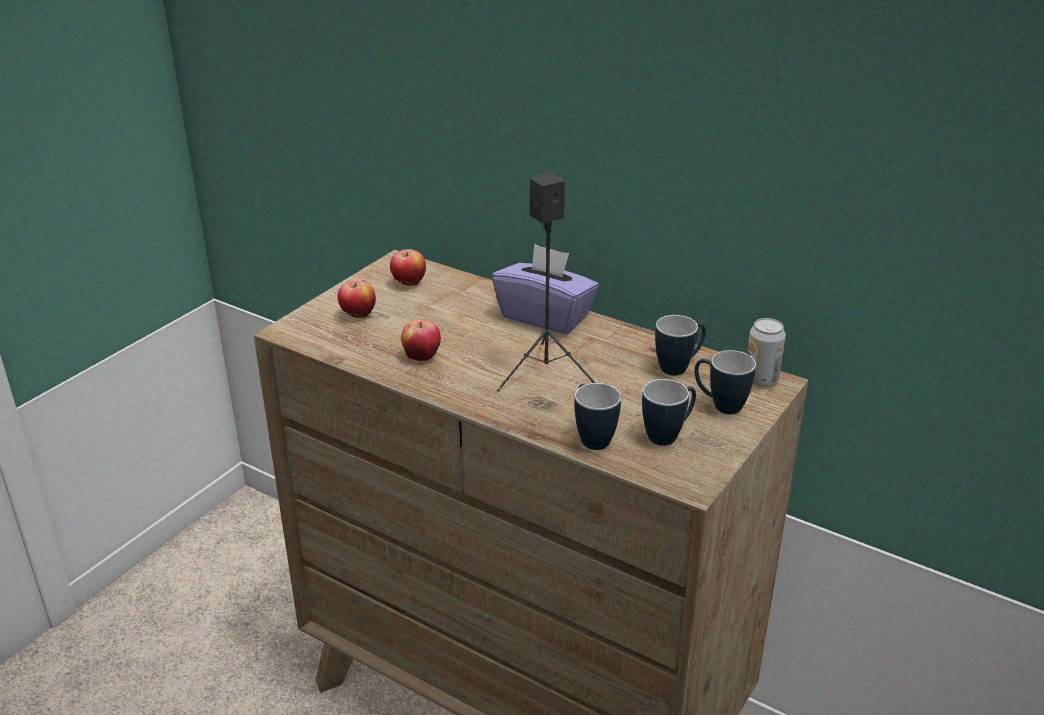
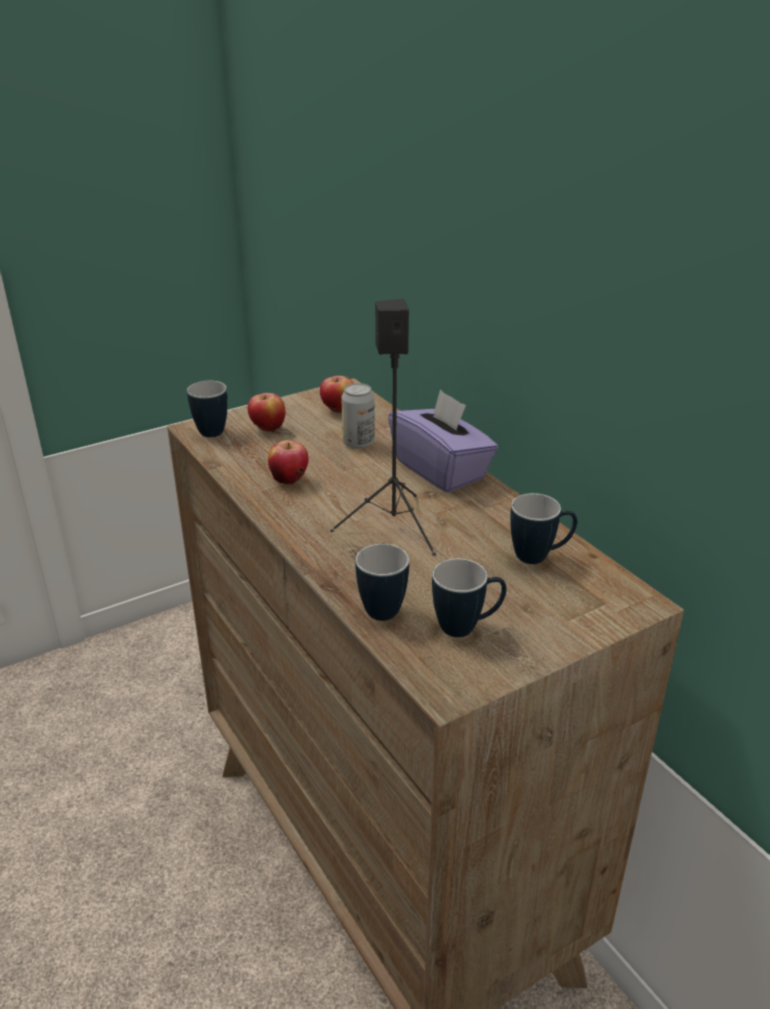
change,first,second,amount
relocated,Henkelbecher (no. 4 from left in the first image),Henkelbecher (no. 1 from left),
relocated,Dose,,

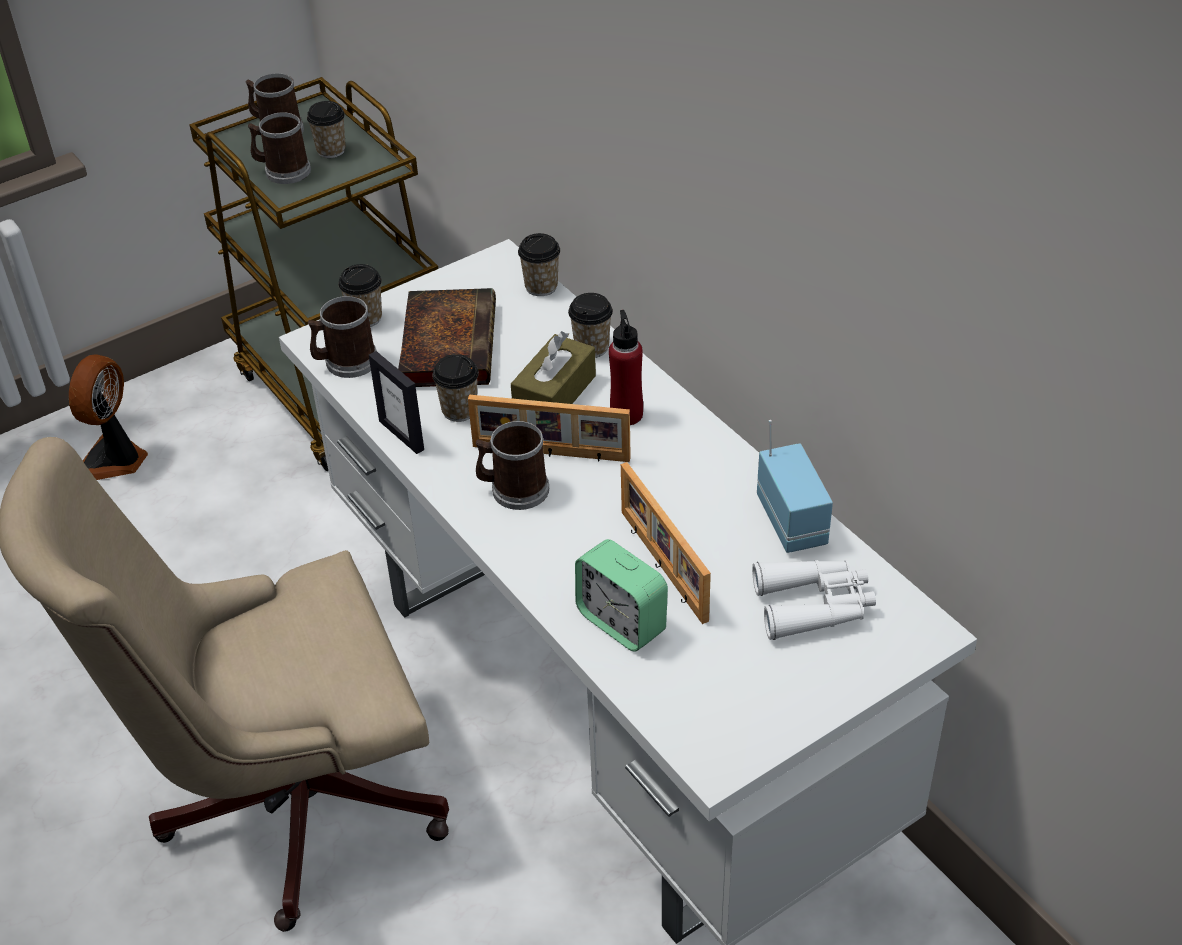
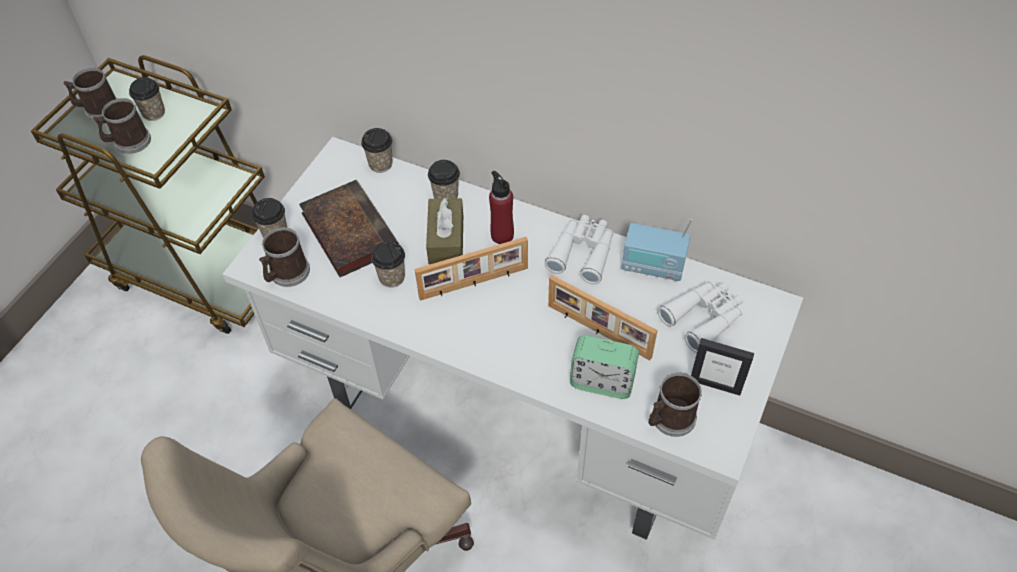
change,first,second,amount
appeared,,Fernglas (weiß) (no. 1 from left),
spun,Radio,,150 degrees clockwise
relocated,Henkelbecher (no. 4 from left),,
relocated,Bilderrahmen (no. 1 from left in the first image),Bilderrahmen (no. 3 from left),
missing,Ventilator,,

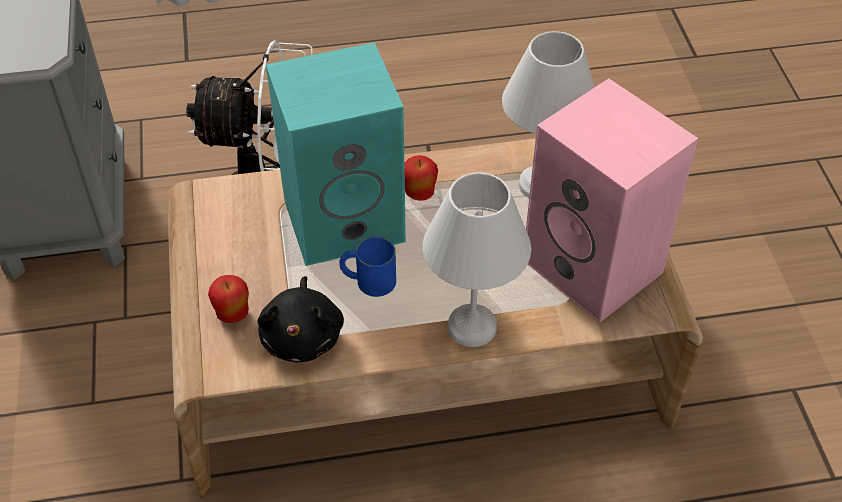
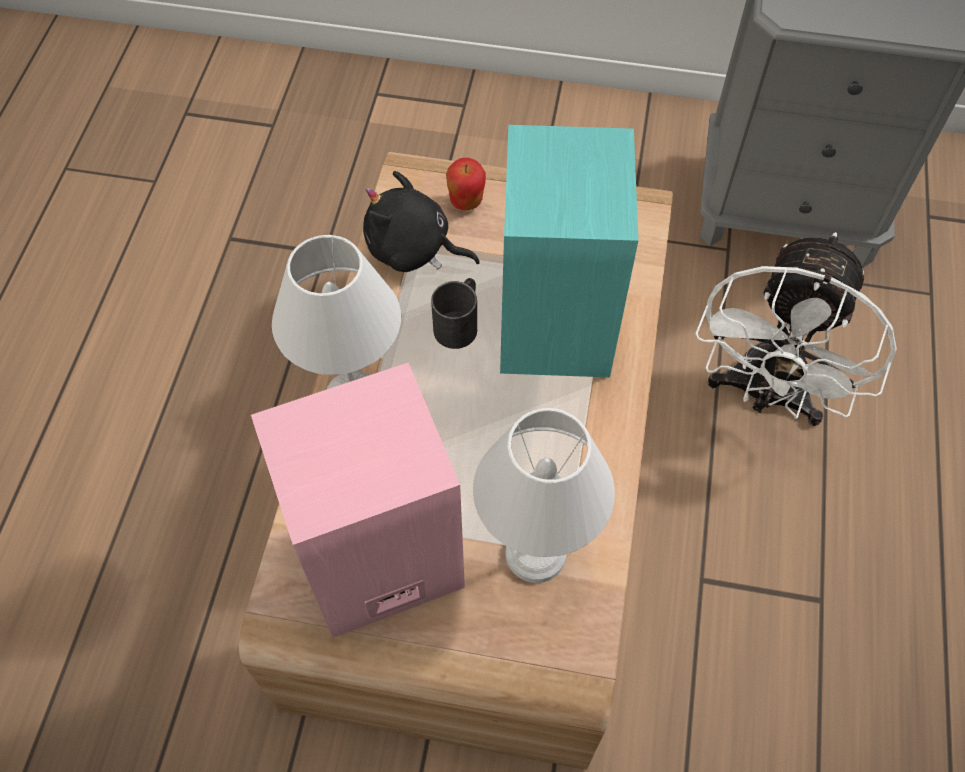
change,first,second,amount
colour,Henkelbecher (blau),Henkelbecher (schwarz),
missing,Apfel (no. 2 from left),,

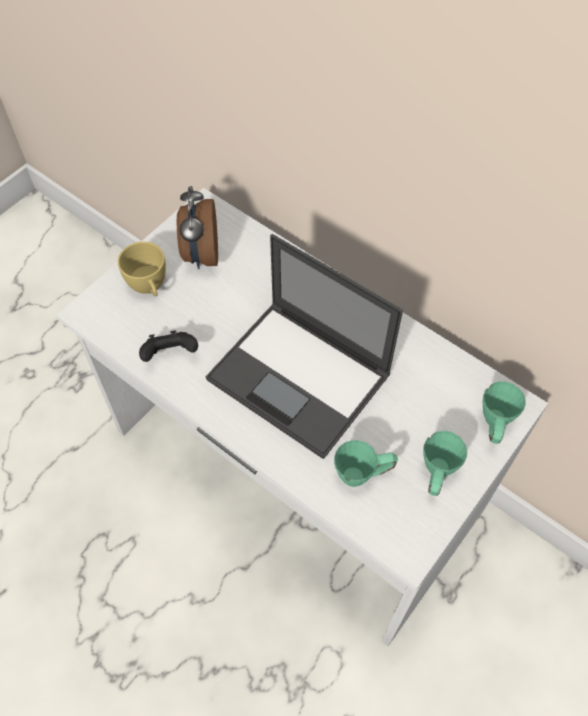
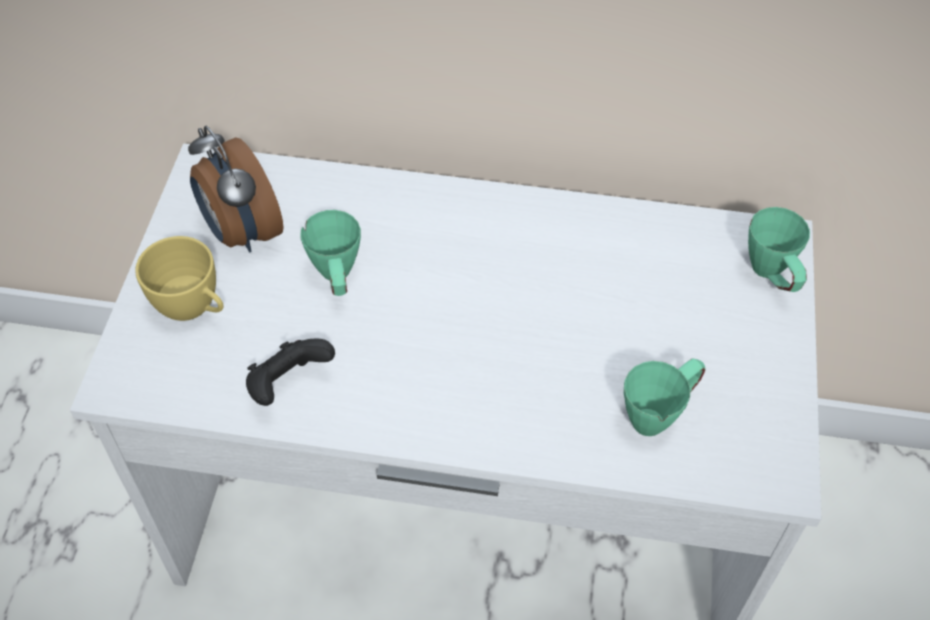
change,first,second,amount
relocated,Henkelbecher (grün) (no. 2 from left in the first image),Henkelbecher (grün) (no. 1 from left),
missing,Laptop,,

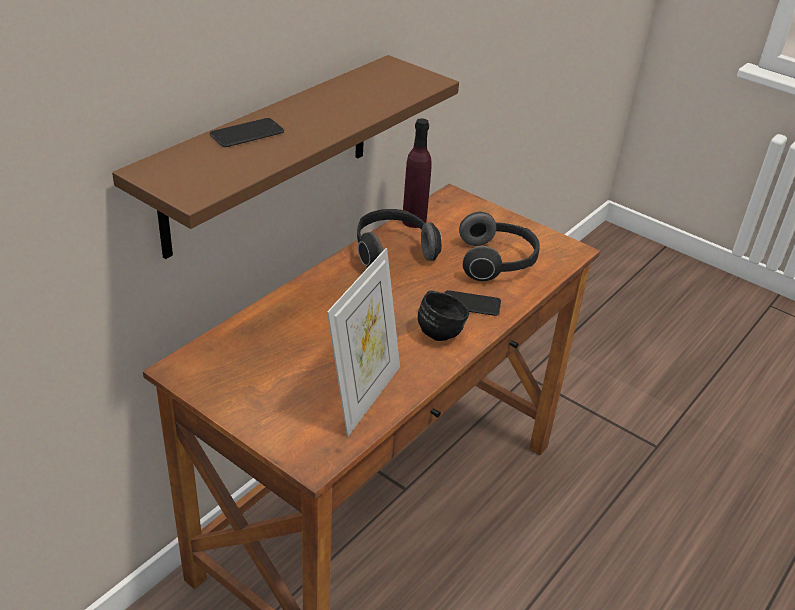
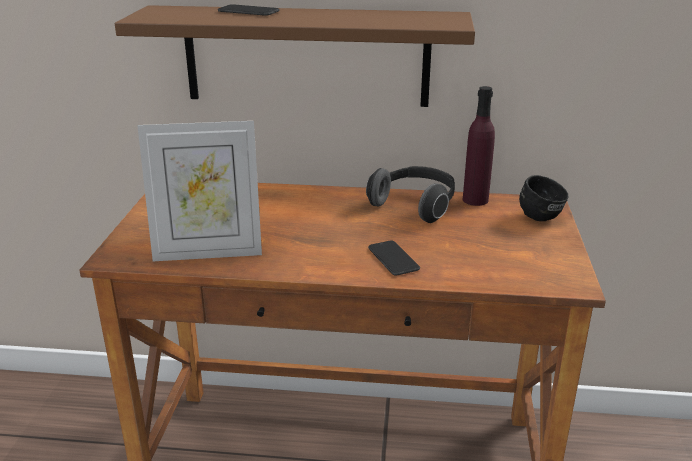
change,first,second,amount
relocated,Henkelbecher (schwarz),,
missing,Kopfhörer (no. 2 from left),,

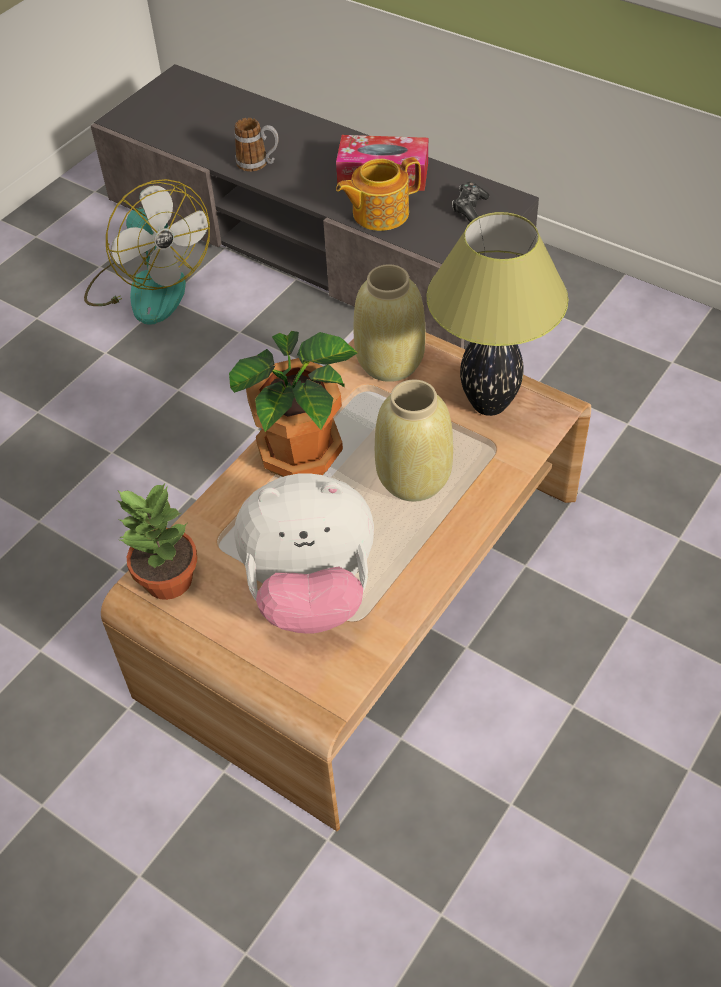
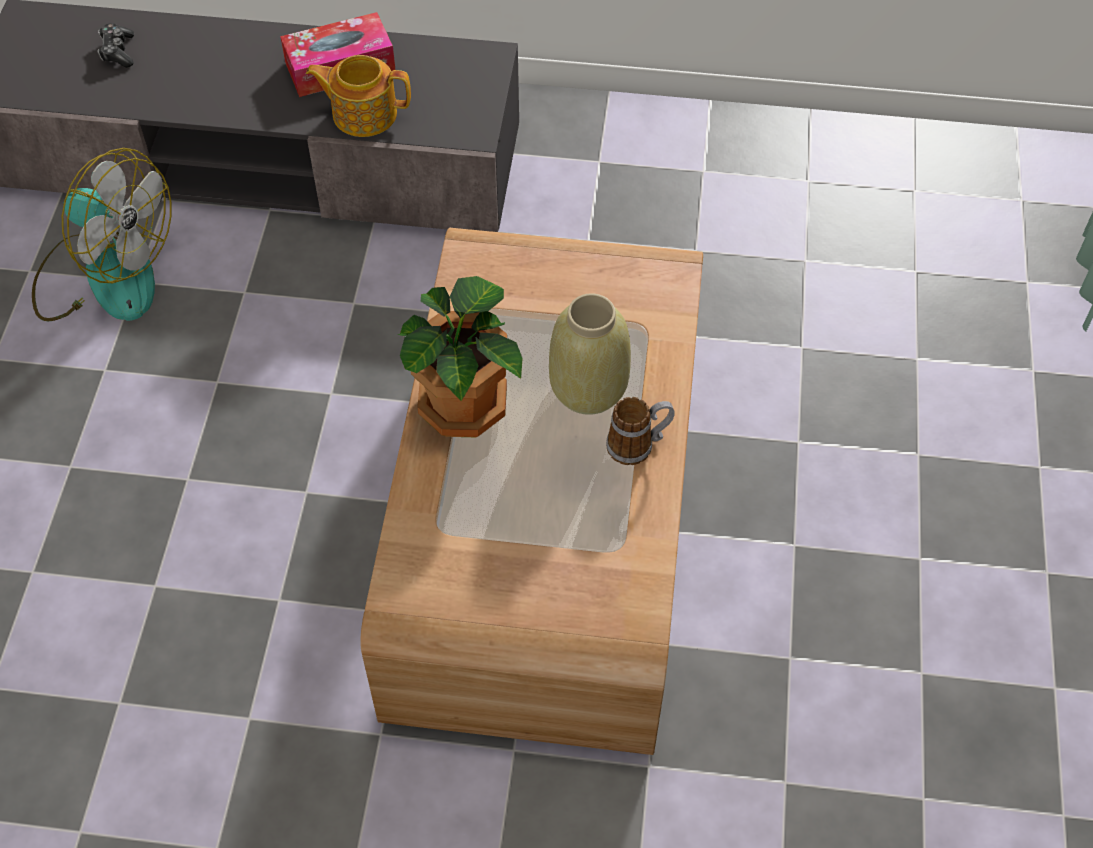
change,first,second,amount
relocated,Gamepad,,
spun,Teekanne,,60 degrees clockwise
relocated,Henkelbecher,,
missing,Topfpflanze (no. 1 from left),,
missing,Plüschtier,,
missing,Vase (beige) (no. 1 from left),,
missing,Tischlampe,,

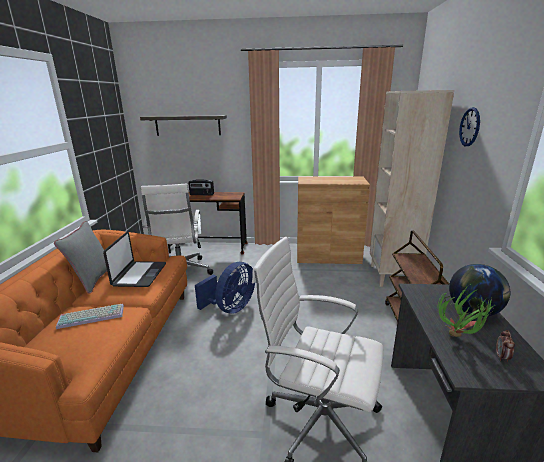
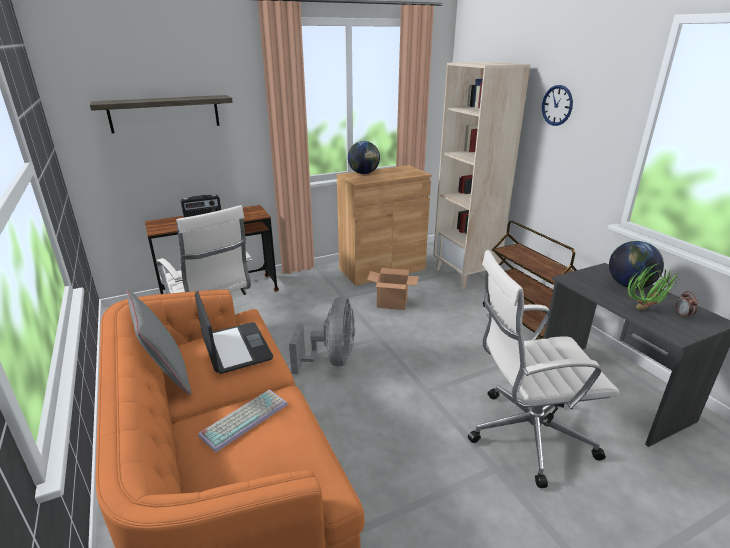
change,first,second,amount
colour,Ventilator (blau),Ventilator (grau),
appeared,,Globus (no. 1 from left),
appeared,,Karton,

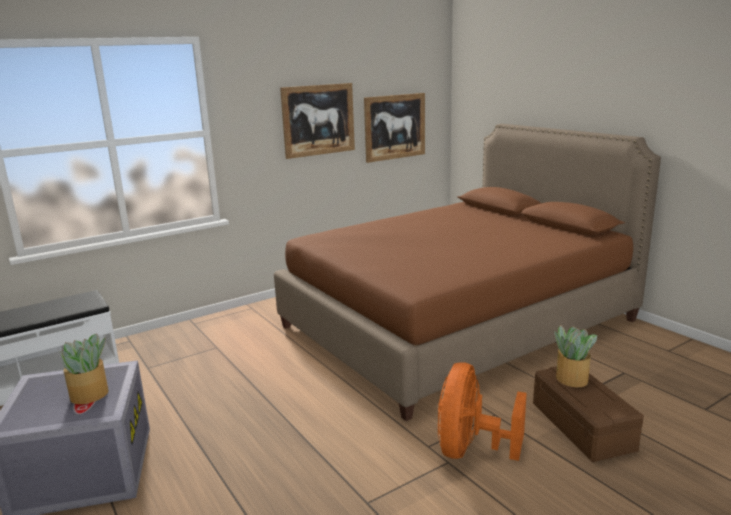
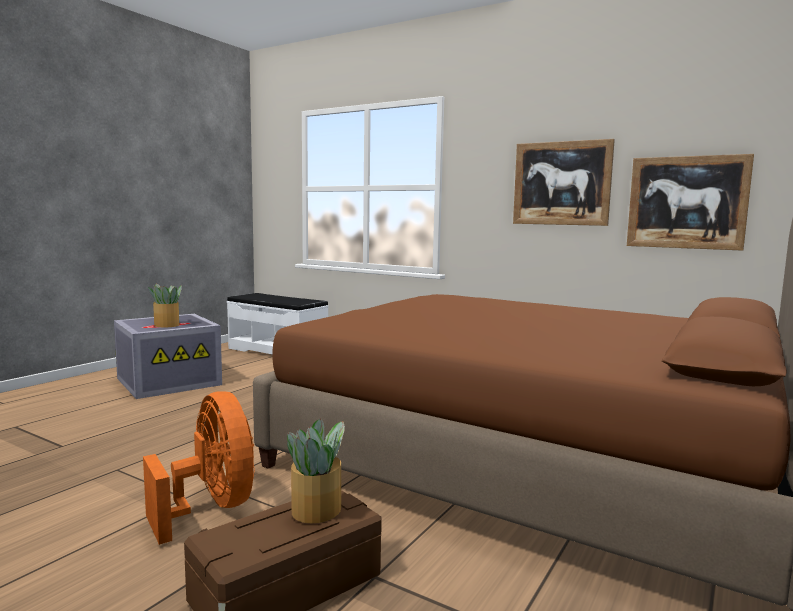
change,first,second,amount
spun,Ventilator (orange),,60 degrees clockwise

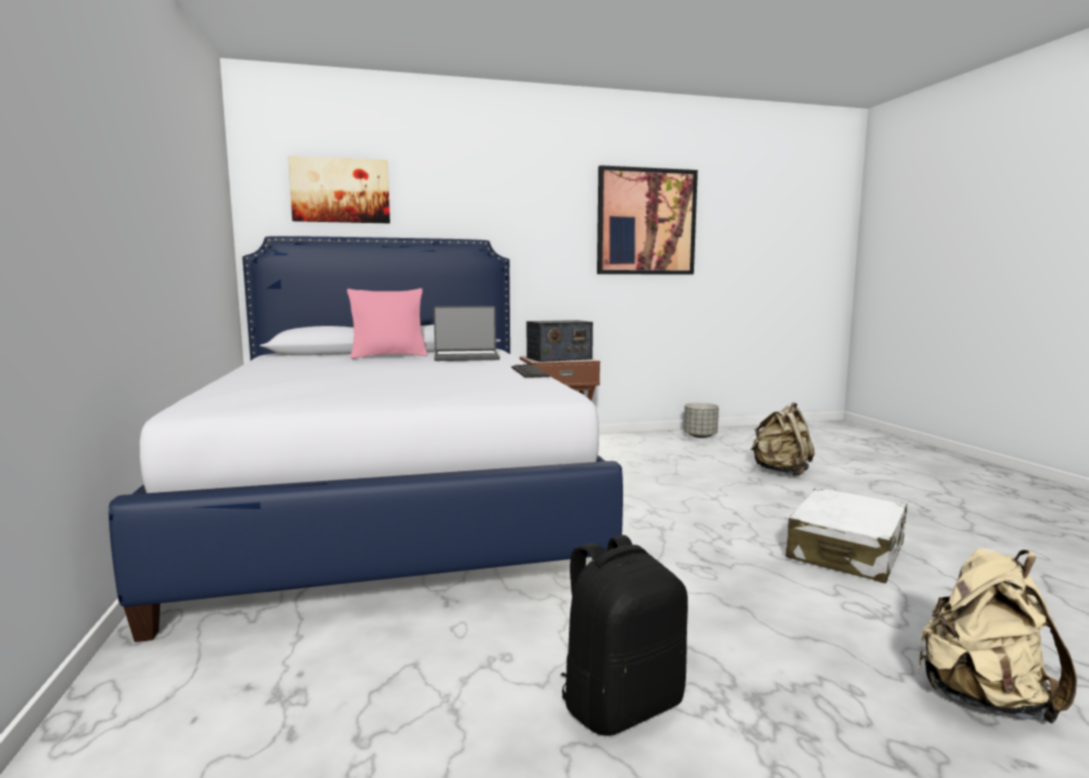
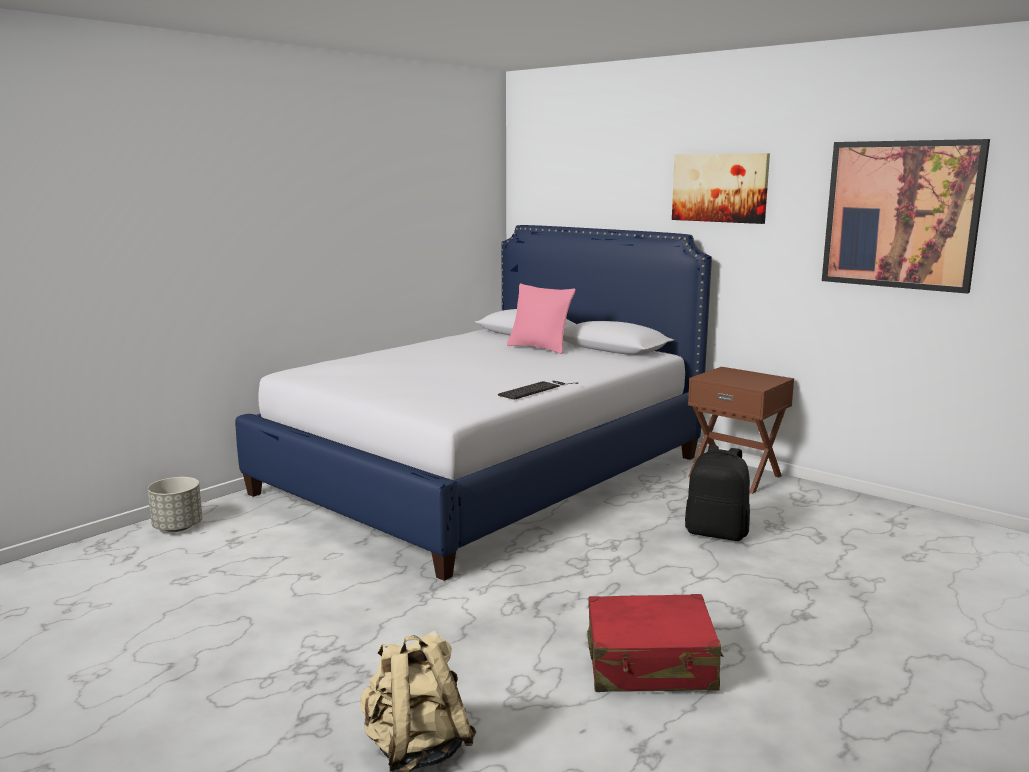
change,first,second,amount
relocated,Pflanzkübel (grau),,
colour,Koffer (weiß),Koffer (rot),
relocated,Bild (no. 1 from left),,
relocated,Rucksack (schwarz),,
missing,Laptop,,
missing,Radio,,
missing,Rucksack (beige) (no. 1 from left),,

